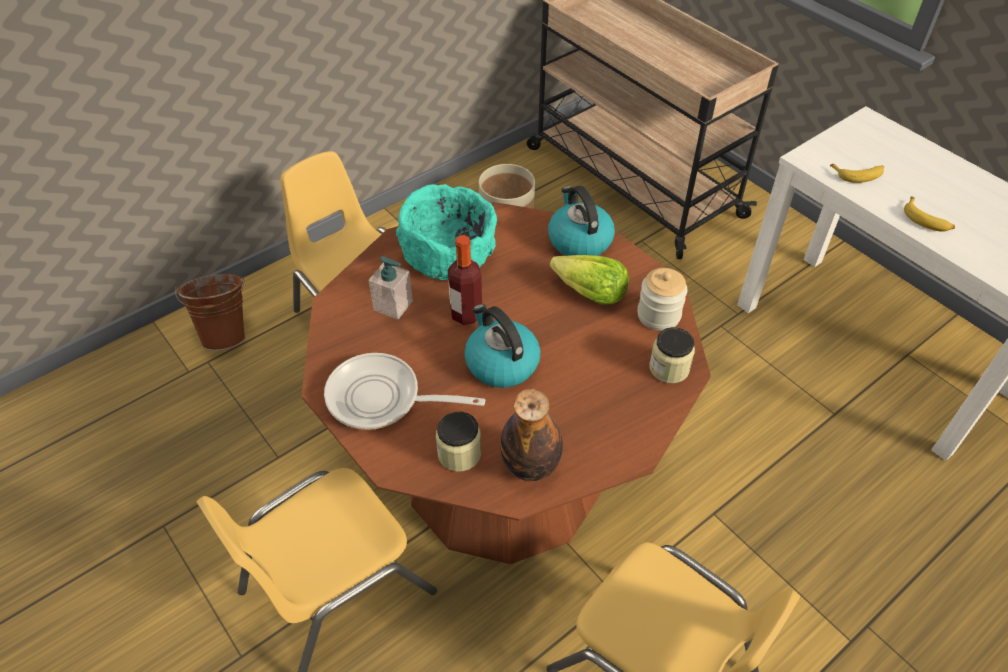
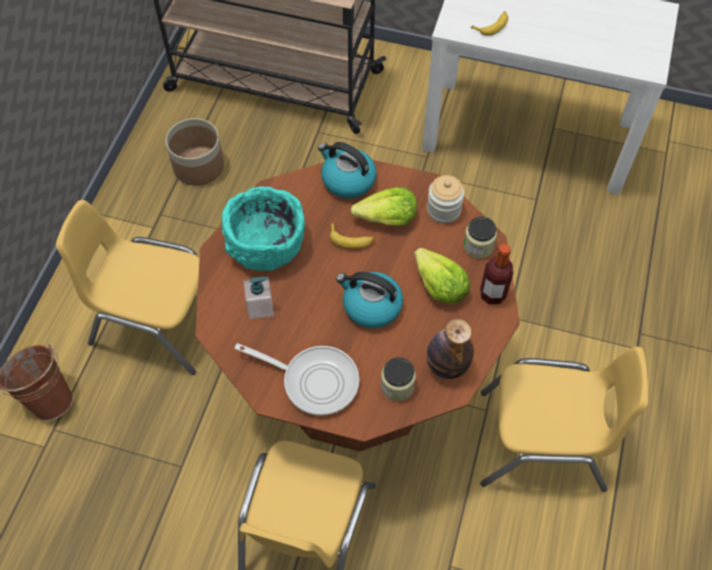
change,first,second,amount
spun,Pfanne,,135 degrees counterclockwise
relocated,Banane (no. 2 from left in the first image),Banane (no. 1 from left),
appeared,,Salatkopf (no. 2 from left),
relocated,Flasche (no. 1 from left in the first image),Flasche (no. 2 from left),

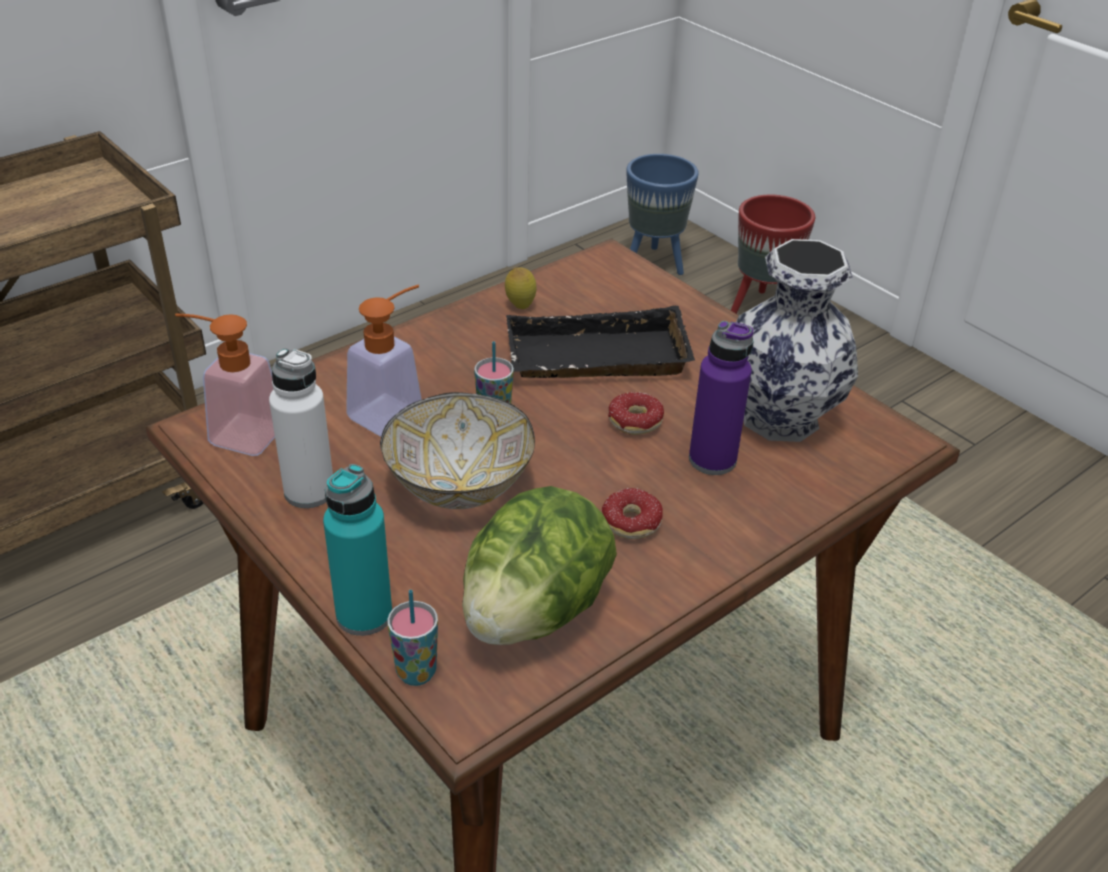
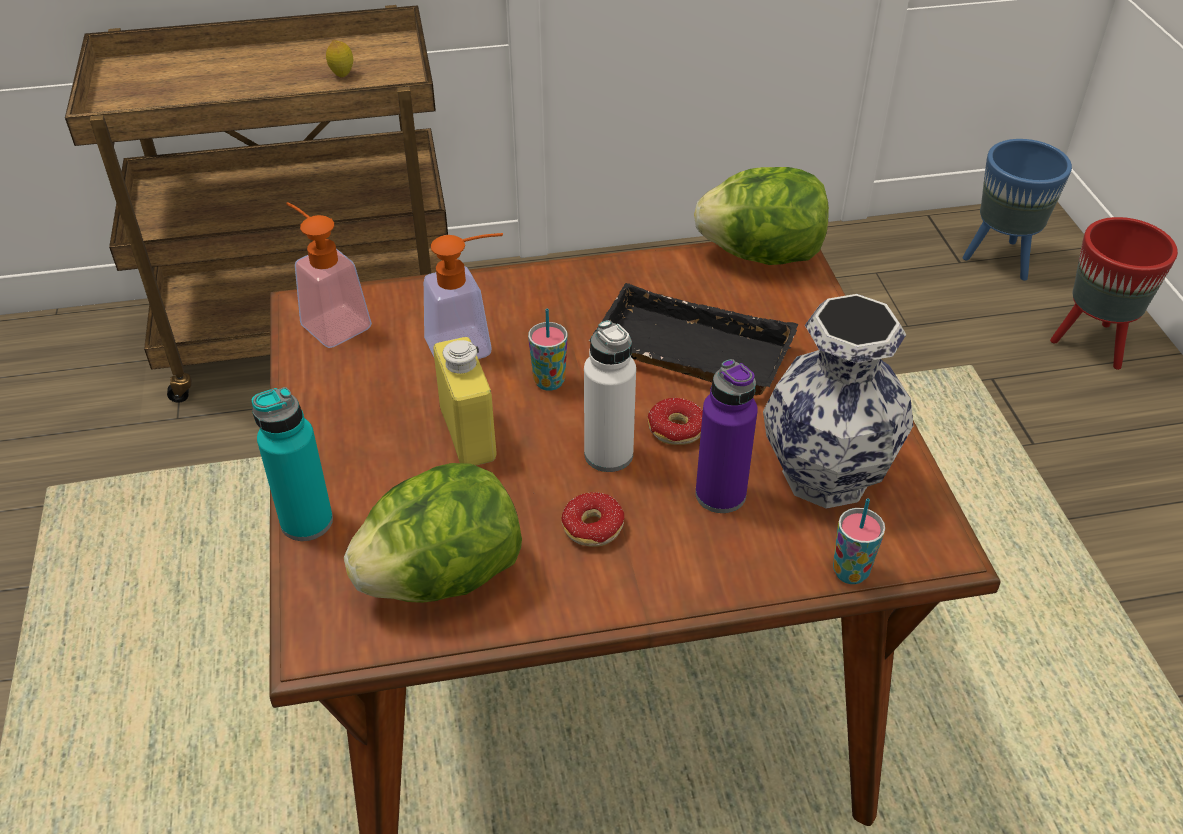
change,first,second,amount
relocated,Zitrone,,
exchanged,Schüssel,Flasche (gelb),
relocated,Flasche (weiß),,
appeared,,Salatkopf (no. 2 from left),
relocated,Tasse (no. 1 from left in the first image),Tasse (no. 2 from left),

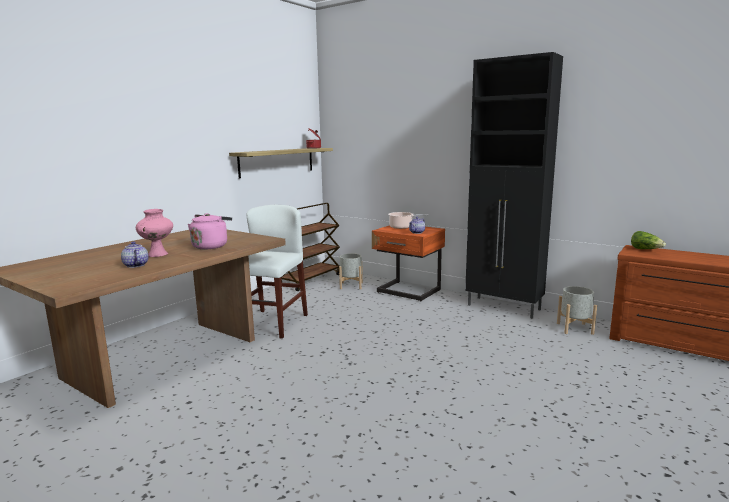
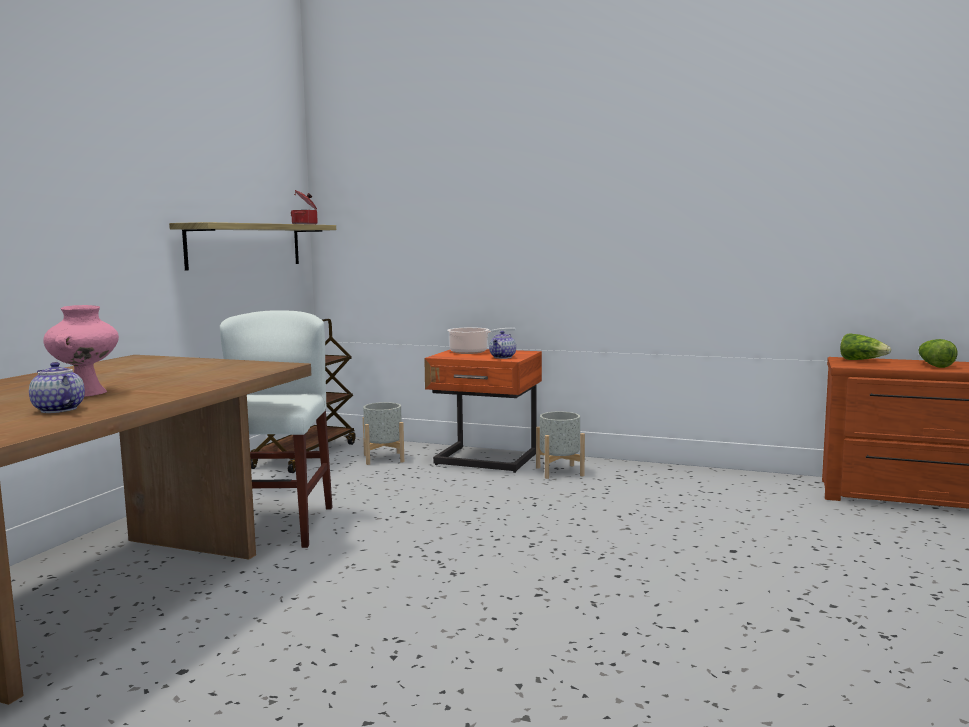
change,first,second,amount
relocated,Pflanzkübel (grau) (no. 2 from left),,
appeared,,Salatkopf (no. 2 from left),
missing,Wasserkessel (rosa),,
missing,Schrank (schwarz),,

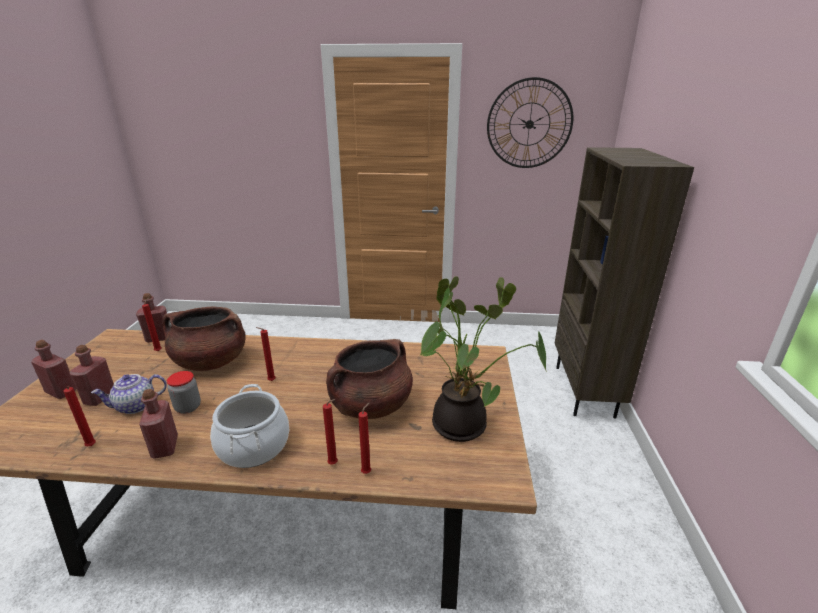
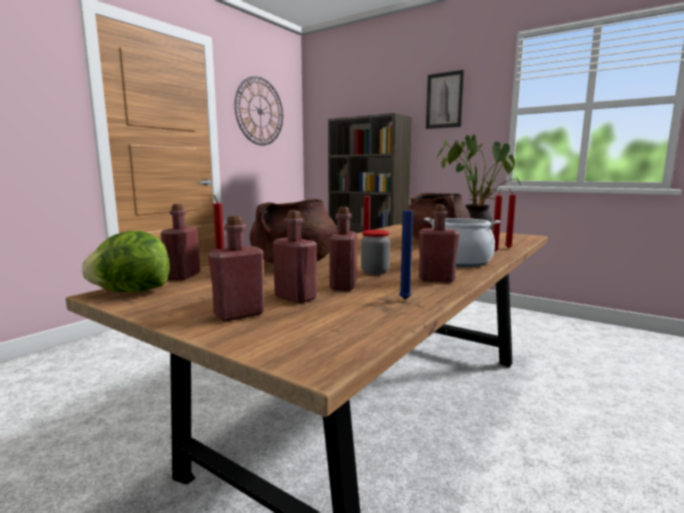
change,first,second,amount
appeared,,Salatkopf,
exchanged,Teekanne,Flasche (rot) (no. 4 from left),
colour,Kerze (rot) (no. 1 from left),Kerze (blau),
appeared,,Bild,

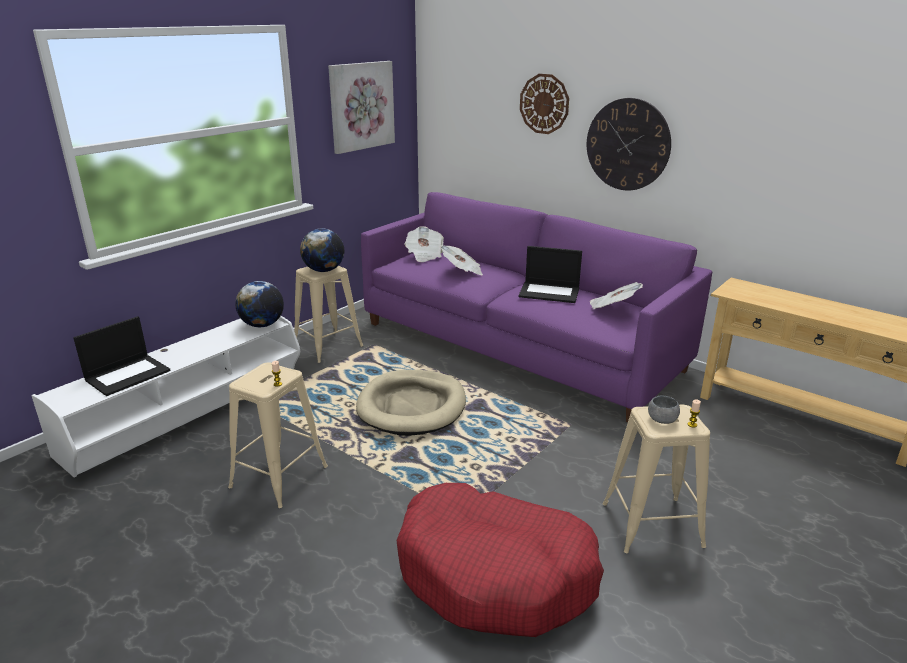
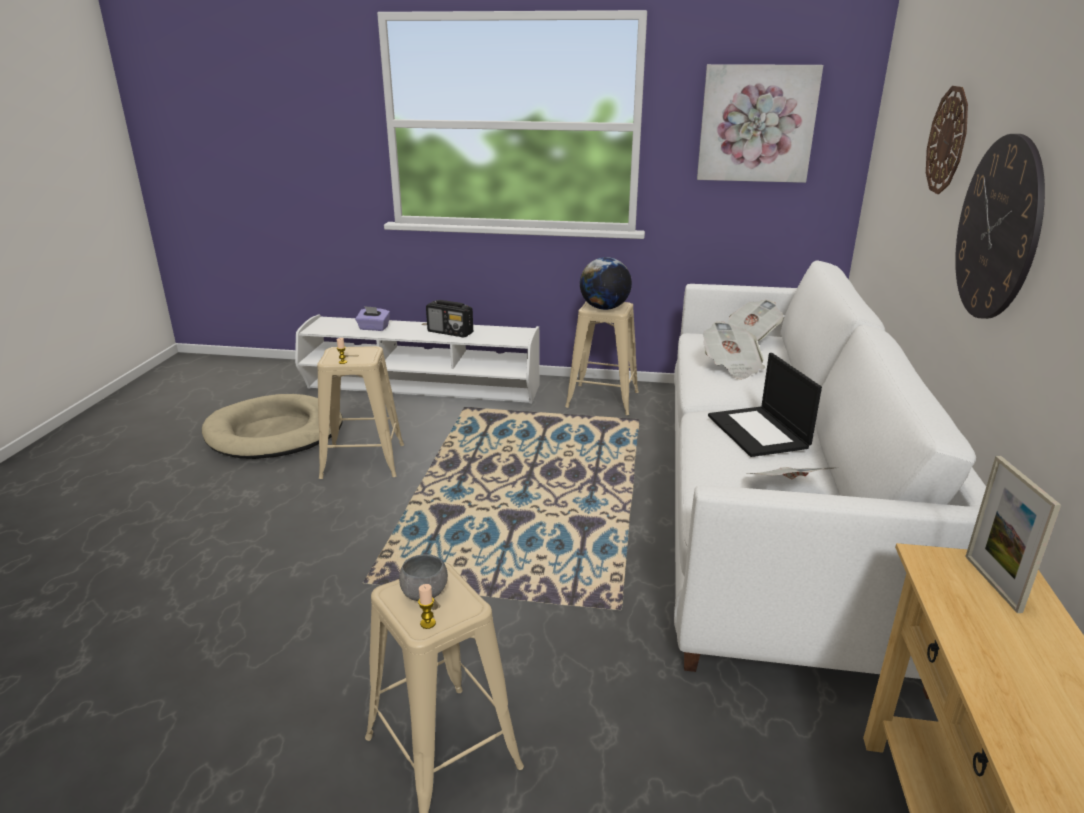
change,first,second,amount
relocated,Hundebett (beige),,
exchanged,Laptop (no. 1 from left),Taschentuchbox (lila),
appeared,,Radio,
colour,Sofa (lila),Sofa (weiß),
appeared,,Bilderrahmen,
missing,Globus (no. 1 from left),,
missing,Hundebett (rot),,

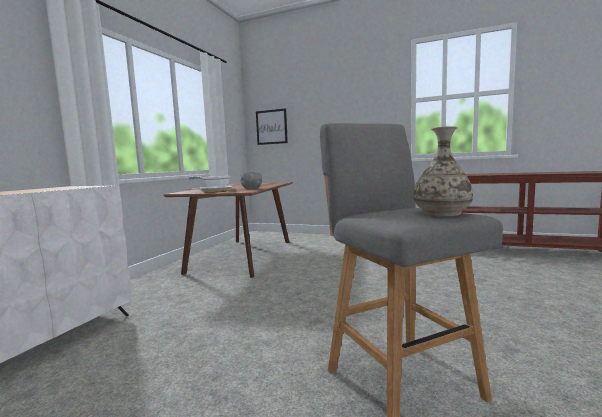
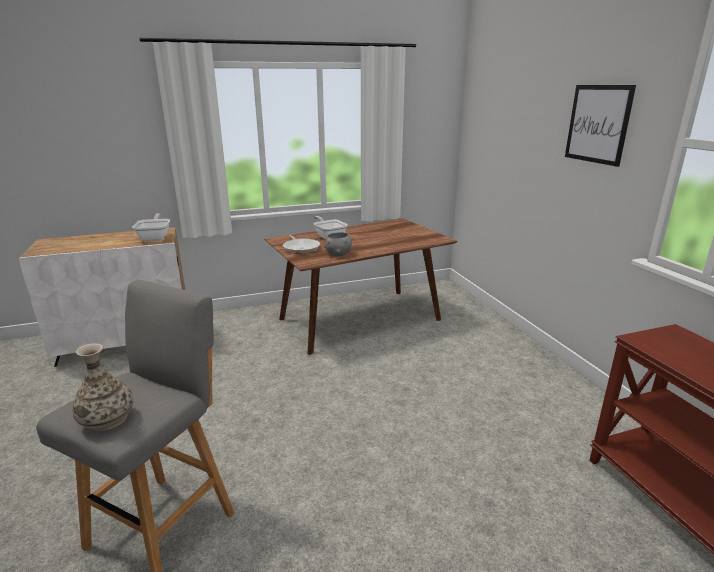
change,first,second,amount
appeared,,Pfanne (no. 1 from left),
relocated,Bild,,

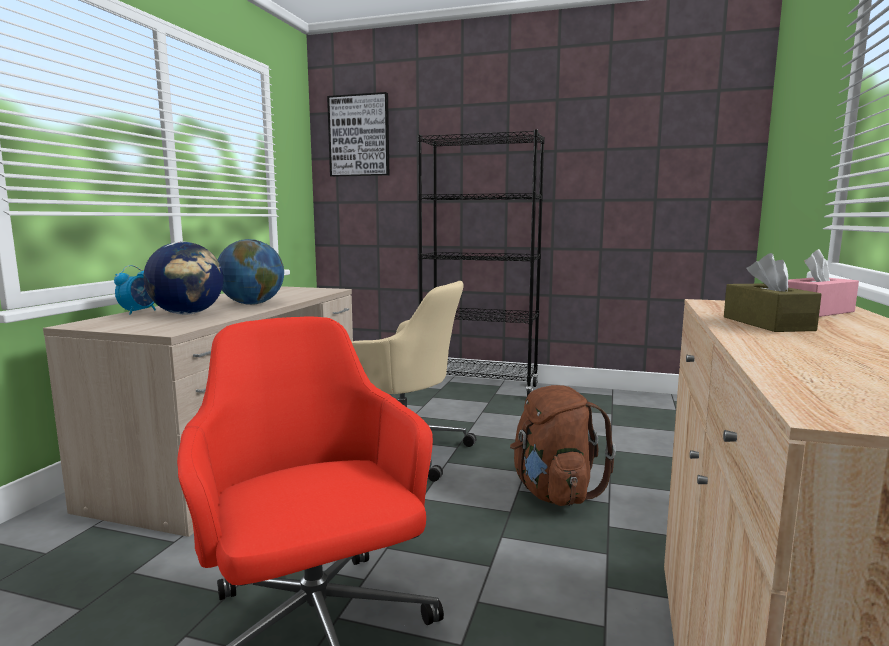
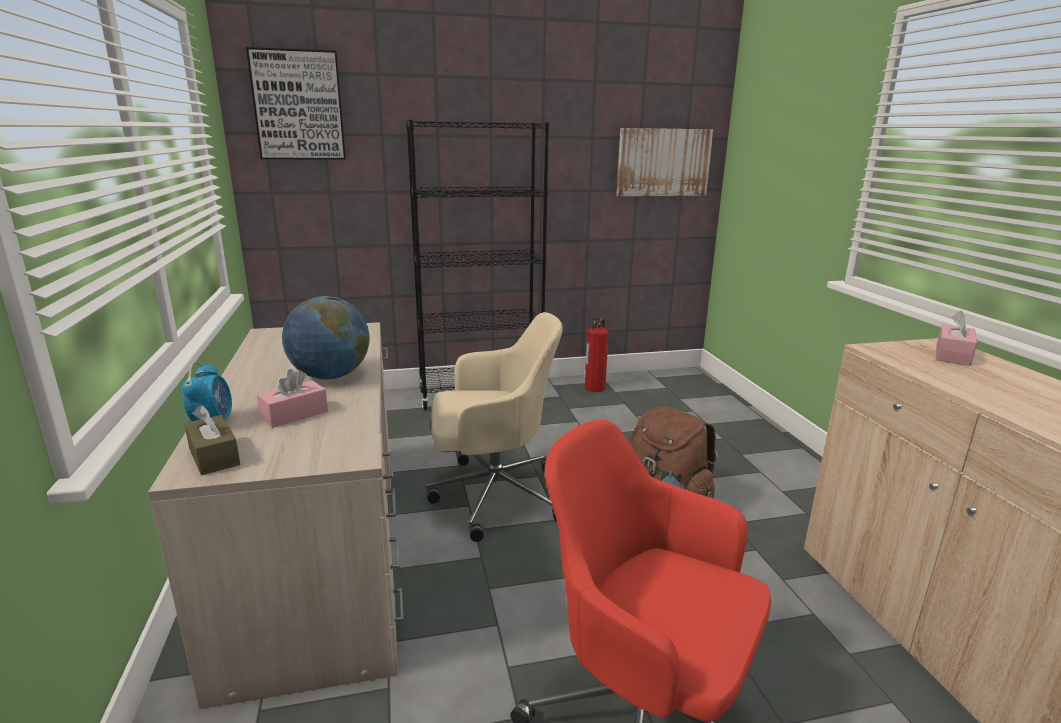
change,first,second,amount
relocated,Taschentuchbox (braun),,
exchanged,Globus (no. 1 from left),Taschentuchbox (rosa) (no. 1 from left),
appeared,,Feuerlöscher,
appeared,,Bild (no. 2 from left),

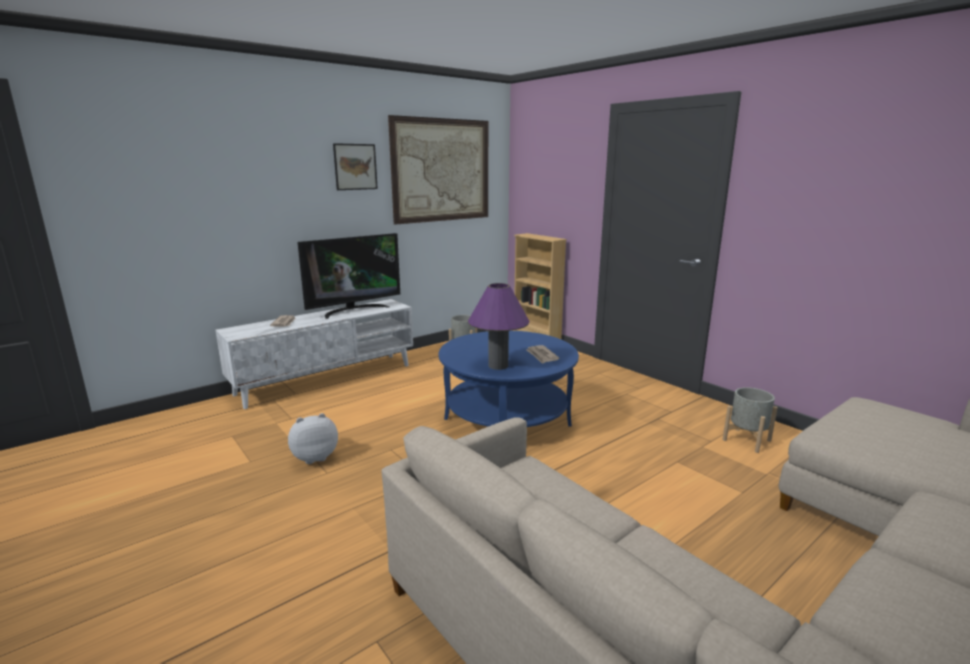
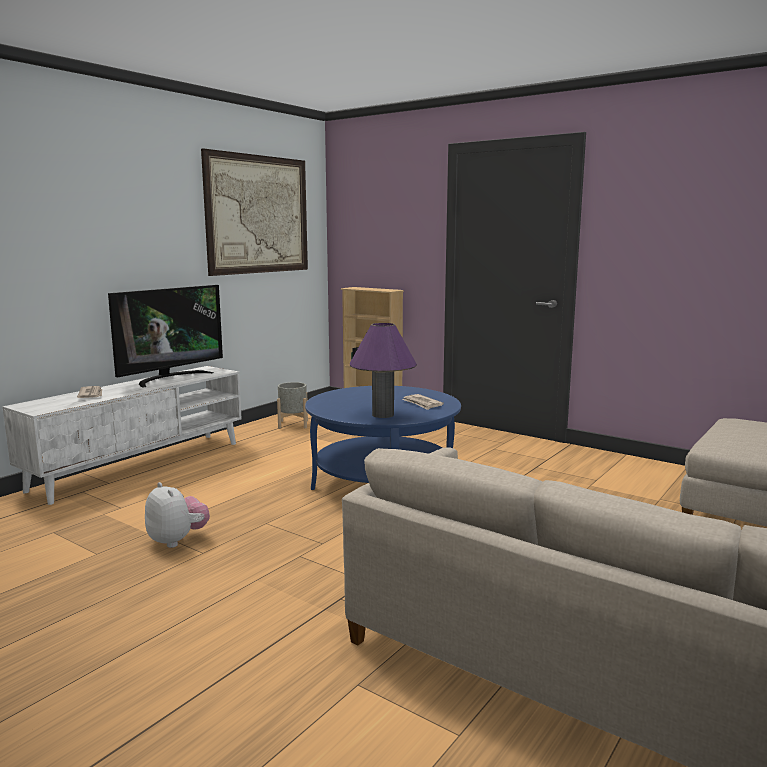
change,first,second,amount
spun,Plüschtier,,90 degrees clockwise
missing,Bild (no. 1 from left),,
missing,Pflanzkübel (grau) (no. 2 from left),,

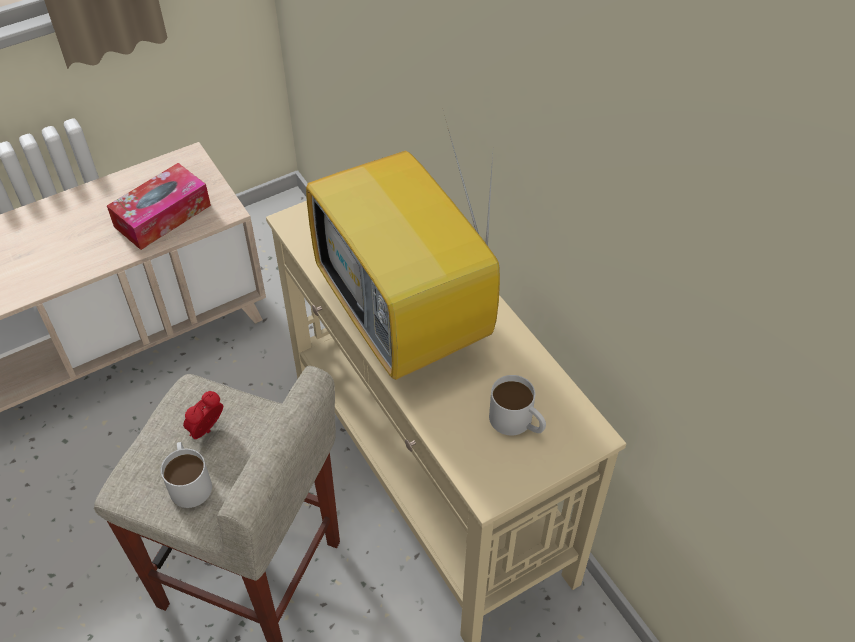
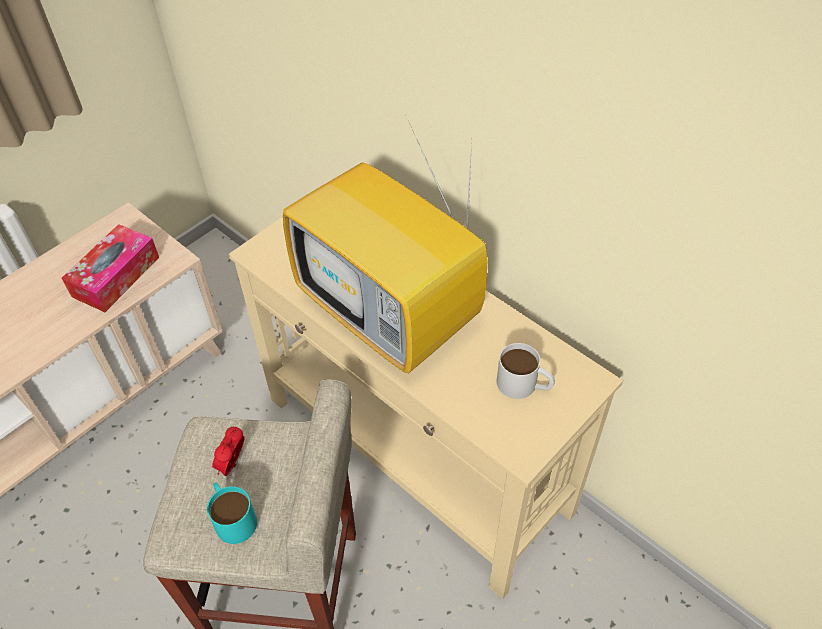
change,first,second,amount
colour,Henkelbecher (weiß) (no. 1 from left),Henkelbecher (türkis),

